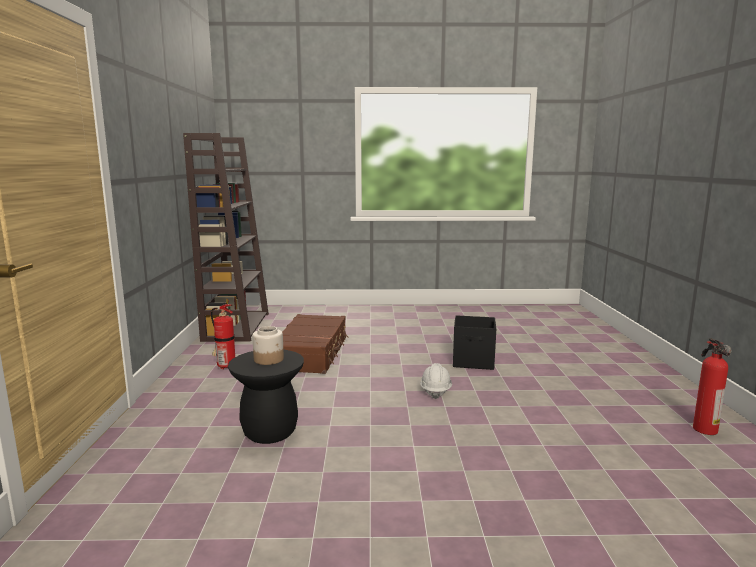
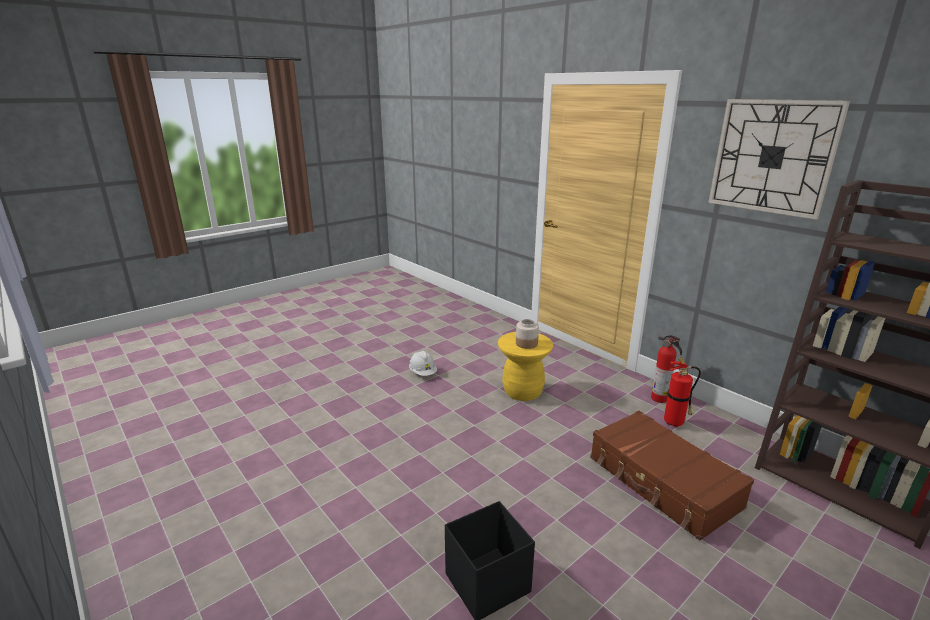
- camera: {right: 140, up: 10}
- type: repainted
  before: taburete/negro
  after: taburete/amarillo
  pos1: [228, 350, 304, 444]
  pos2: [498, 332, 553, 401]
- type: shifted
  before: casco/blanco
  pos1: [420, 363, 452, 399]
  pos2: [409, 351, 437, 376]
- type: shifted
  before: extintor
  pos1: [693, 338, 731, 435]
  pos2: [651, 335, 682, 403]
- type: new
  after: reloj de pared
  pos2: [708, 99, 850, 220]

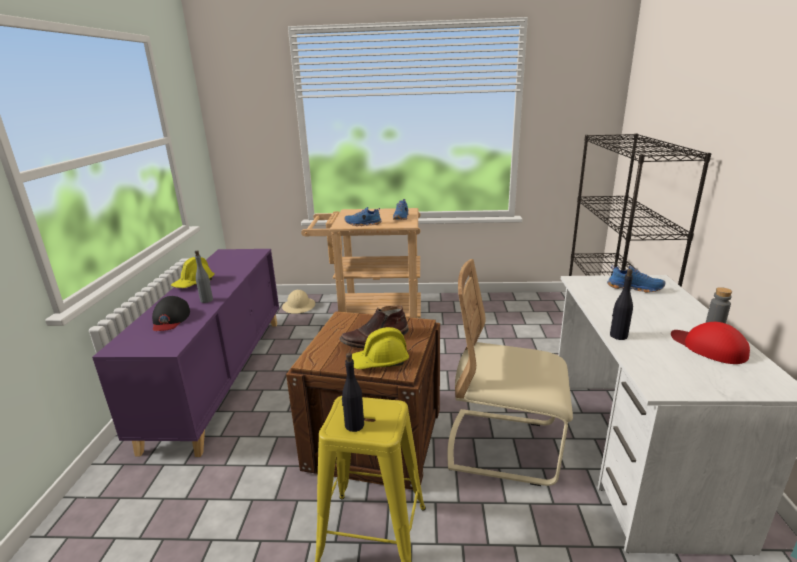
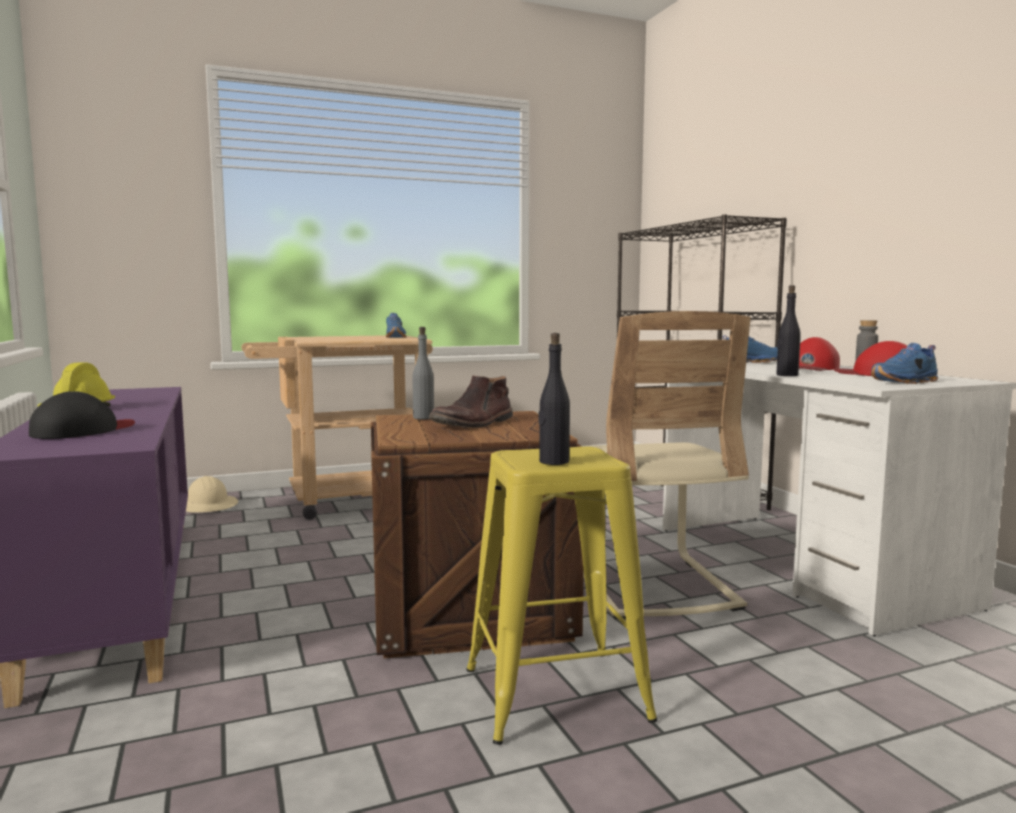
- camera: {right: -25, up: -15}
- type: rotated
  before: gorra/negro
  pos1: [152, 296, 190, 331]
  pos2: [29, 391, 135, 439]
  turn: -120
- type: shifted
  before: botella/gris
  pos1: [195, 251, 213, 303]
  pos2: [412, 327, 434, 420]
- type: shifted
  before: zapato/azul
  pos1: [344, 207, 382, 226]
  pos2: [871, 343, 938, 384]
- type: gone
  before: casco/amarillo
  pos1: [352, 327, 409, 369]
- type: rotated
  before: silla/beis
  pos1: [447, 259, 573, 486]
  pos2: [583, 311, 751, 619]
  turn: -90
- type: new
  after: gorra/rojo
  pos2: [799, 337, 840, 371]

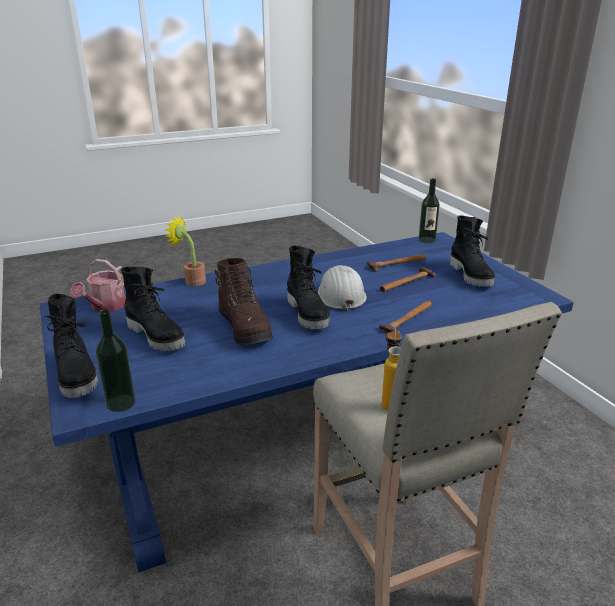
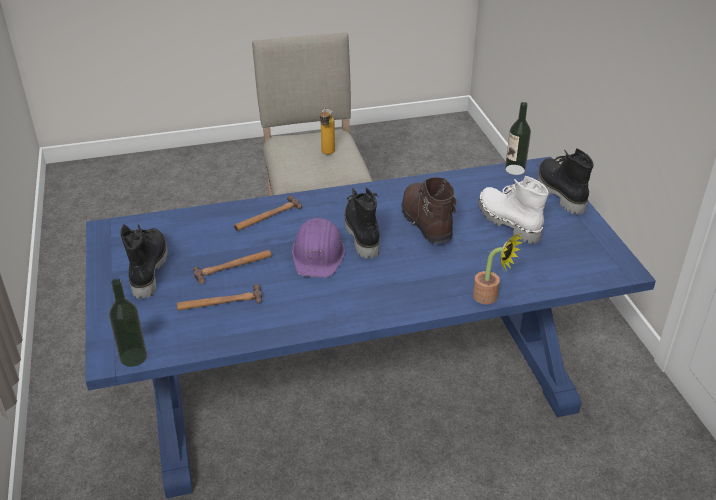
- camera: {right: -170, up: 10}
- type: gone
  before: regadera
  pos1: [70, 259, 126, 312]
- type: repainted
  before: bota/negro
  after: bota/blanco
  pos1: [121, 267, 185, 351]
  pos2: [478, 176, 549, 244]
- type: repainted
  before: casco/blanco
  after: casco/morado
  pos1: [318, 265, 367, 312]
  pos2: [292, 218, 345, 278]

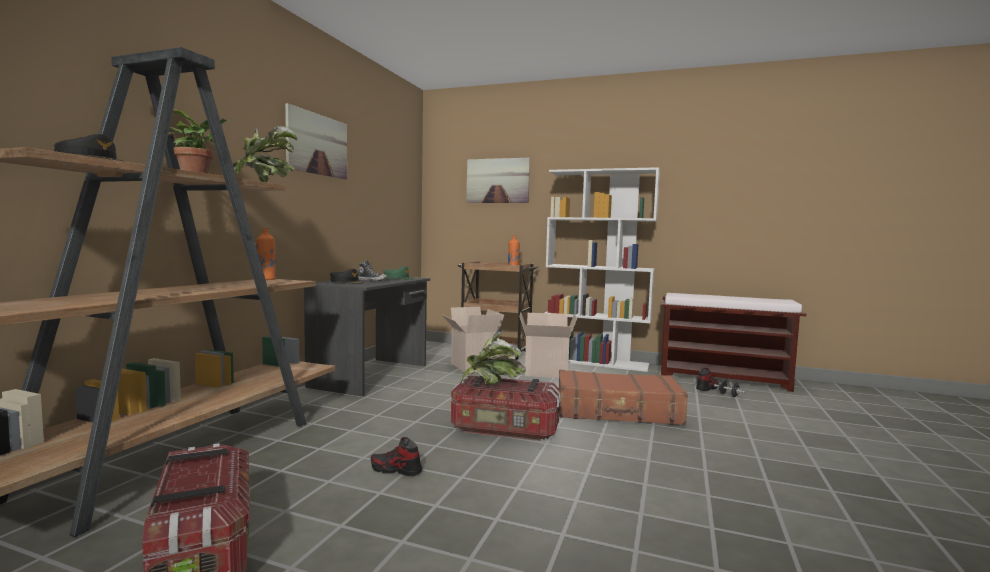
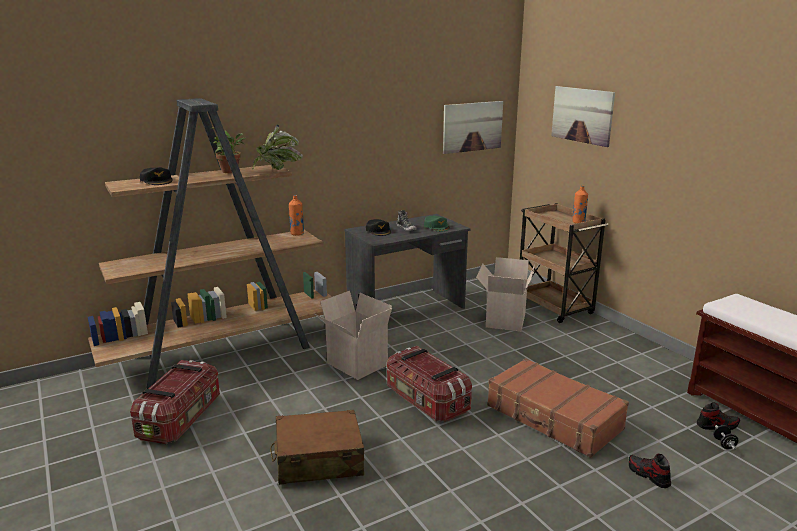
- camera: {right: 40, up: 15}
- type: shifted
  before: cuadro
  pos1: [285, 103, 347, 179]
  pos2: [443, 101, 503, 154]
- type: shifted
  before: zapato
  pos1: [371, 437, 422, 476]
  pos2: [629, 453, 671, 488]
- type: gone
  before: planta en maceta
  pos1: [460, 329, 526, 385]
- type: shifted
  before: caja de cartón
  pos1: [520, 313, 577, 378]
  pos2: [315, 291, 392, 380]
- type: gone
  before: estantería/blanco
  pos1: [545, 167, 660, 372]
- type: new
  after: maleta/marrón
  pos2: [270, 410, 364, 485]

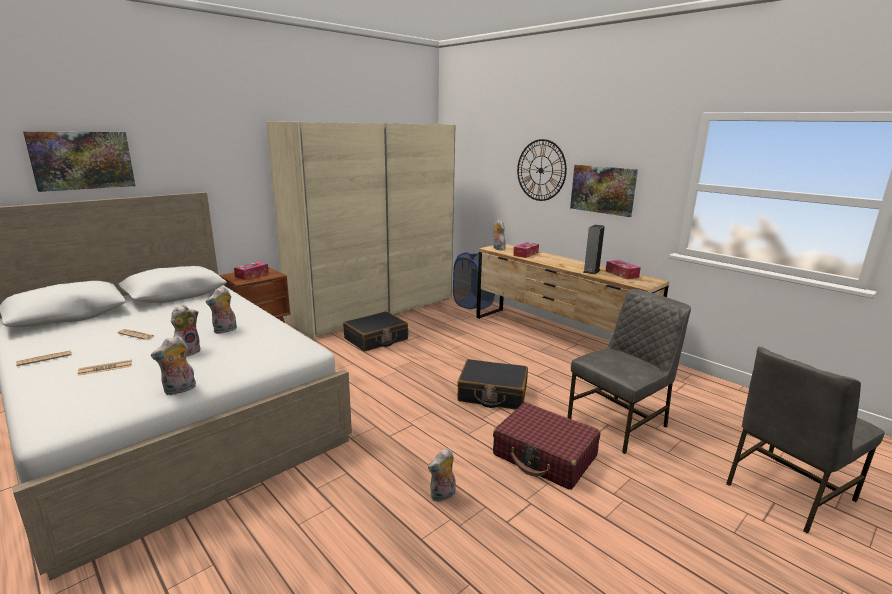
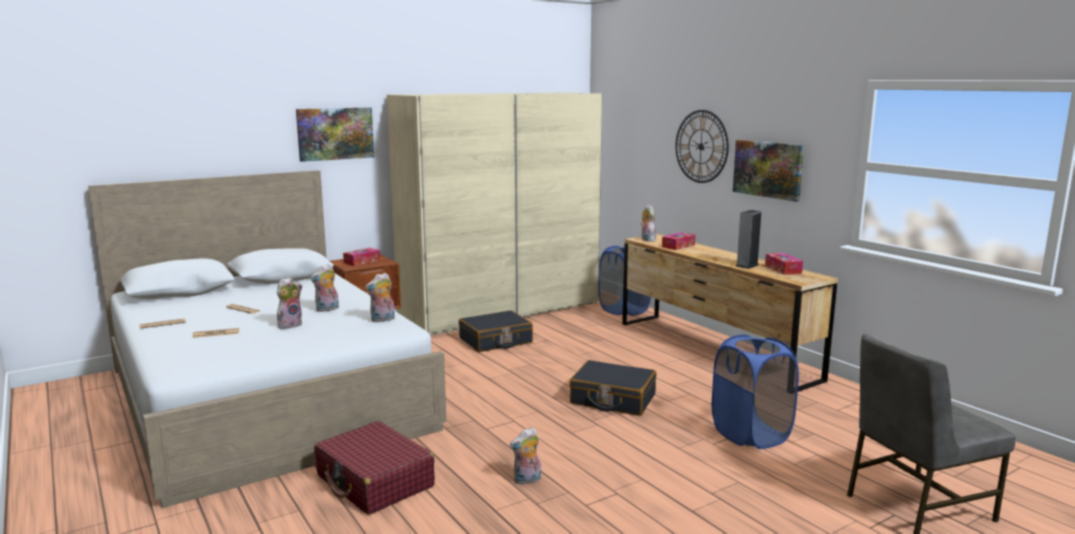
- camera: {right: 10, up: -5}
- type: shifted
  before: cuadro
  pos1: [23, 132, 136, 192]
  pos2: [296, 108, 374, 162]
- type: shifted
  before: peluche
  pos1: [151, 335, 196, 395]
  pos2: [365, 273, 395, 322]
- type: shifted
  before: maleta/rojo
  pos1: [493, 402, 600, 490]
  pos2: [314, 421, 435, 515]
- type: swapped
  before: silla/gris
  after: cesto de la ropa/azul
  pos1: [567, 289, 691, 454]
  pos2: [712, 335, 799, 449]

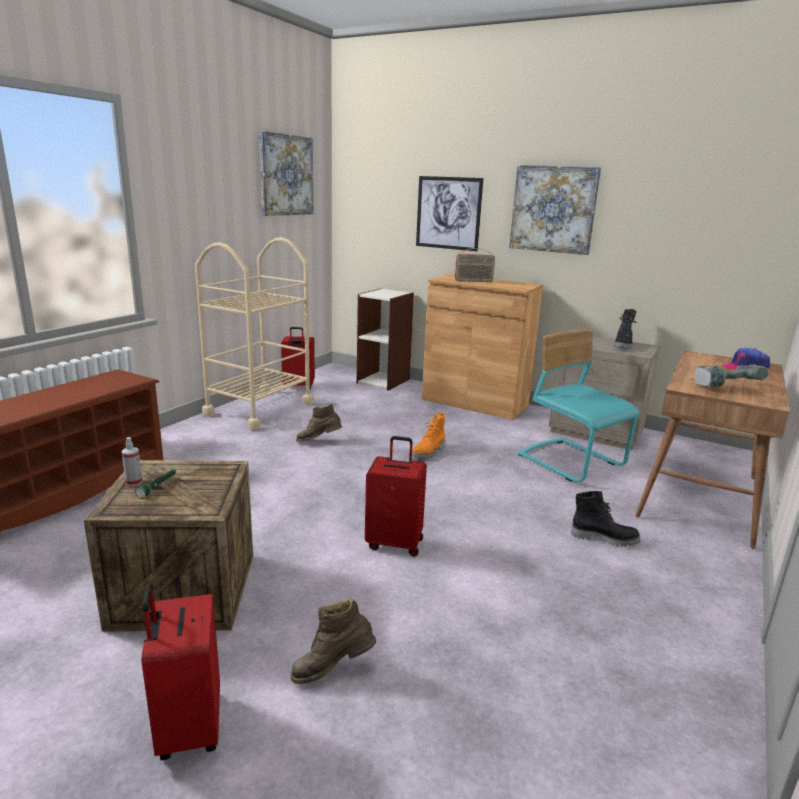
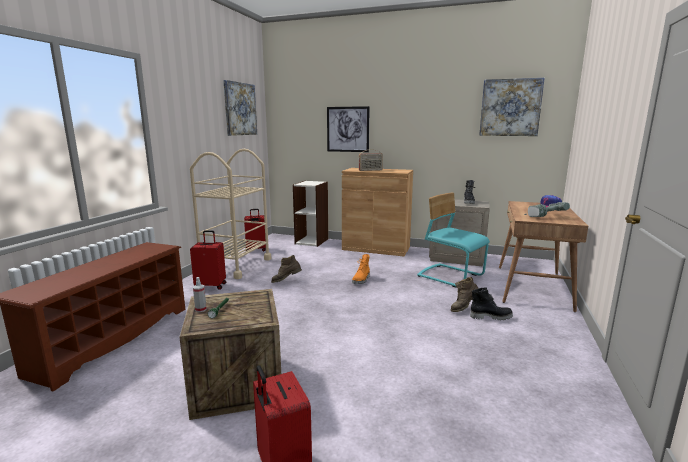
- camera: {right: -10, up: -5}
- type: shifted
  before: bota/marrón
  pos1: [290, 599, 376, 684]
  pos2: [450, 277, 478, 312]
- type: shifted
  before: maleta/rojo
  pos1: [365, 436, 427, 556]
  pos2: [190, 230, 226, 290]
- type: shifted
  before: cuadro
  pos1: [509, 165, 601, 255]
  pos2: [479, 78, 545, 136]

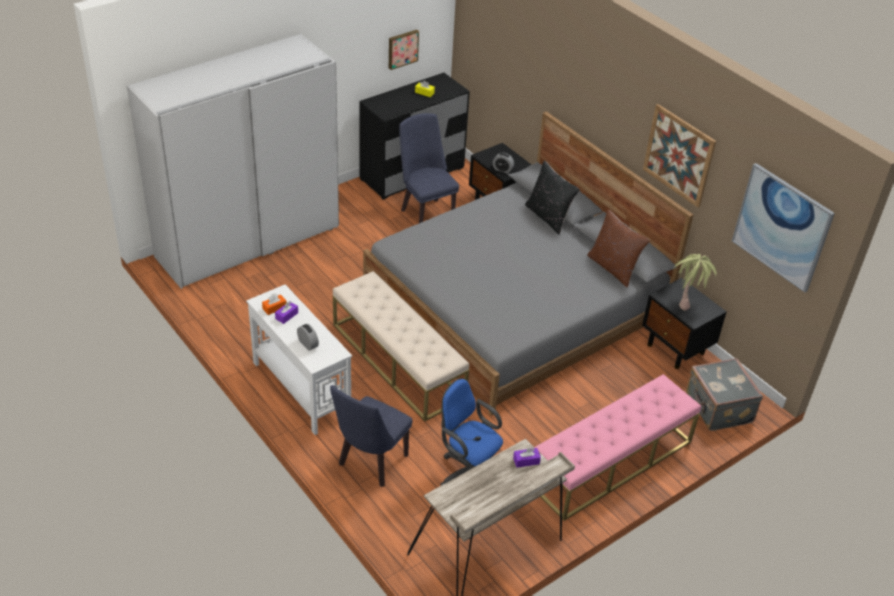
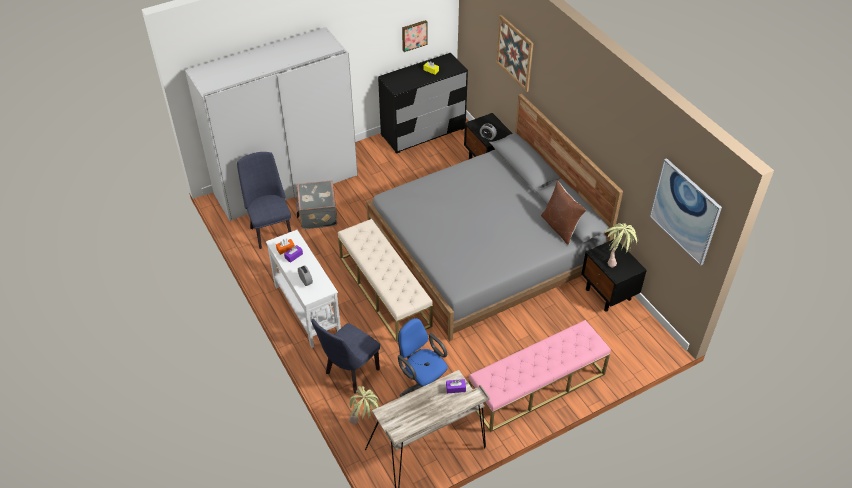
- camera: {right: 10, up: 5}
- type: shifted
  before: silla/azul
  pos1: [399, 113, 459, 223]
  pos2: [237, 152, 291, 249]
- type: gone
  before: cojín/negro
  pos1: [525, 161, 580, 235]
- type: shifted
  before: cuadro
  pos1: [643, 104, 716, 207]
  pos2: [496, 15, 533, 92]
- type: shifted
  before: maleta/gris
  pos1: [686, 358, 763, 431]
  pos2: [296, 180, 338, 229]
- type: new
  after: planta en maceta
  pos2: [349, 386, 379, 424]

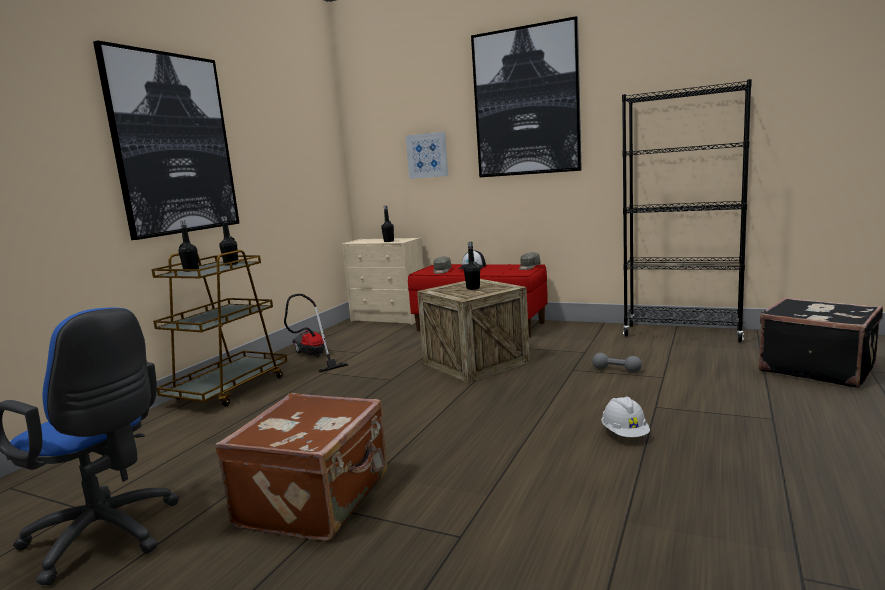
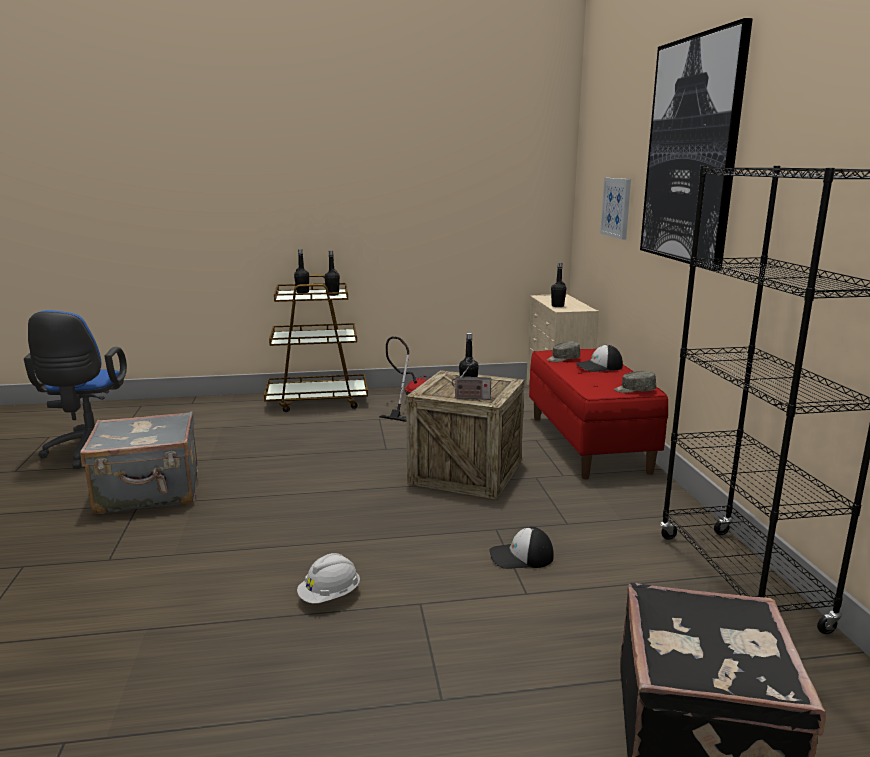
- camera: {right: 55, up: 5}
- type: gone
  before: cuadro
  pos1: [93, 40, 240, 240]
- type: repainted
  before: maleta/marrón
  after: maleta/gris
  pos1: [215, 393, 388, 541]
  pos2: [80, 411, 198, 514]
- type: swapped
  before: mancuerna/gris
  after: gorra
  pos1: [592, 353, 642, 373]
  pos2: [489, 527, 553, 569]
- type: new
  after: radio
  pos2: [452, 367, 491, 400]

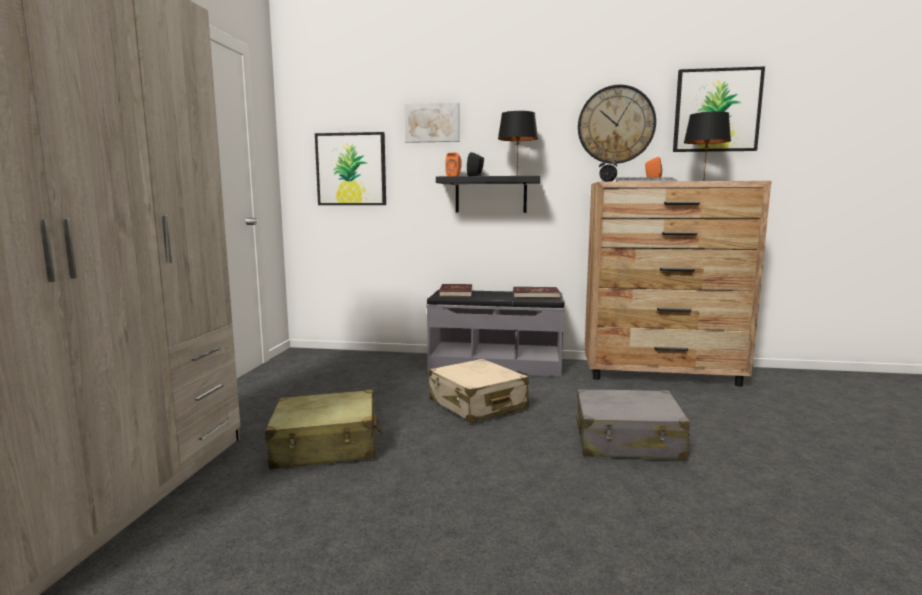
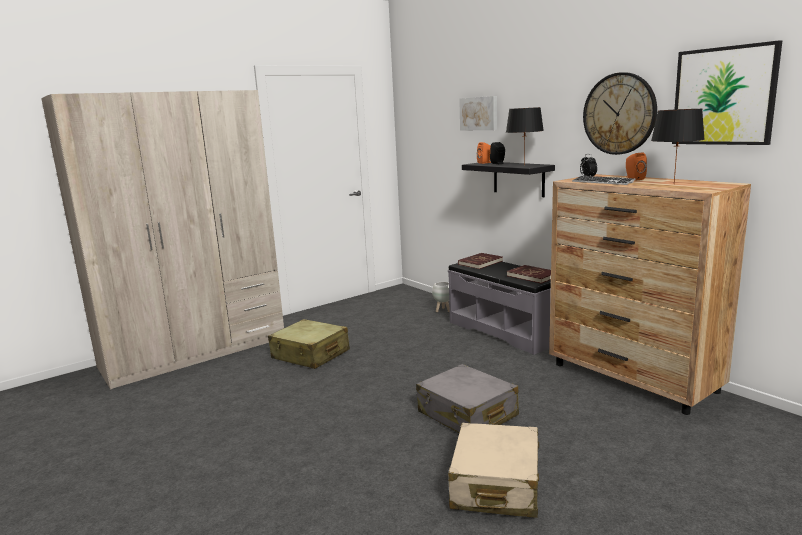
- camera: {right: 45, up: 5}
- type: gone
  before: cuadro
  pos1: [315, 132, 386, 205]
- type: shifted
  before: maleta/beis
  pos1: [429, 359, 529, 423]
  pos2: [448, 423, 539, 518]
- type: new
  after: maceta/blanco
  pos2: [432, 282, 450, 312]

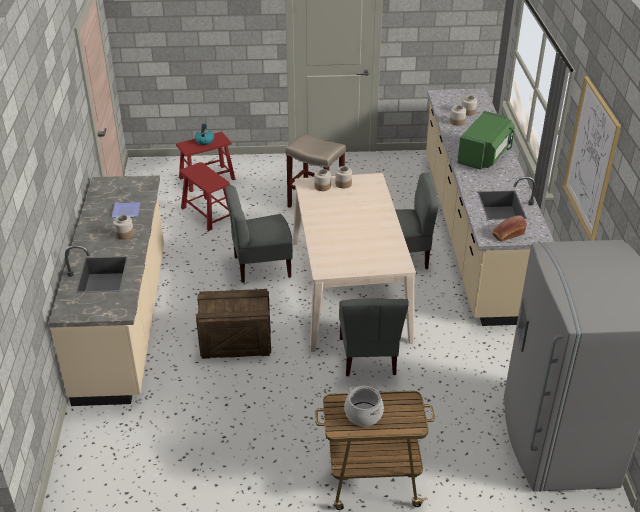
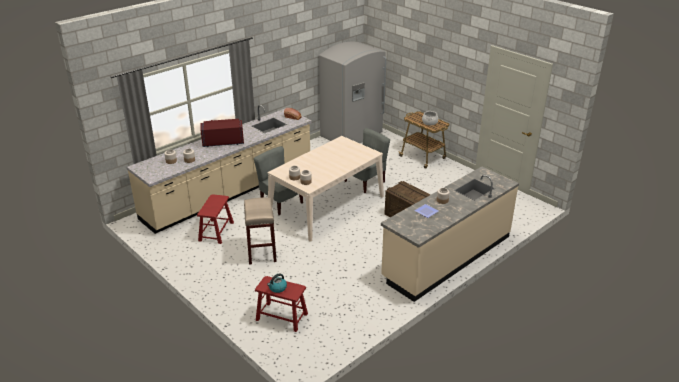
- camera: {right: -130, up: -5}
- type: shifted
  before: taburete/rojo
  pos1: [179, 162, 230, 231]
  pos2: [197, 194, 234, 244]
- type: gone
  before: silla/gris
  pos1: [226, 185, 293, 283]
- type: repainted
  before: microondas/verde
  after: microondas/rojo
  pos1: [457, 111, 515, 170]
  pos2: [200, 119, 244, 147]
- type: gone
  before: cuadro
  pos1: [562, 76, 621, 241]

